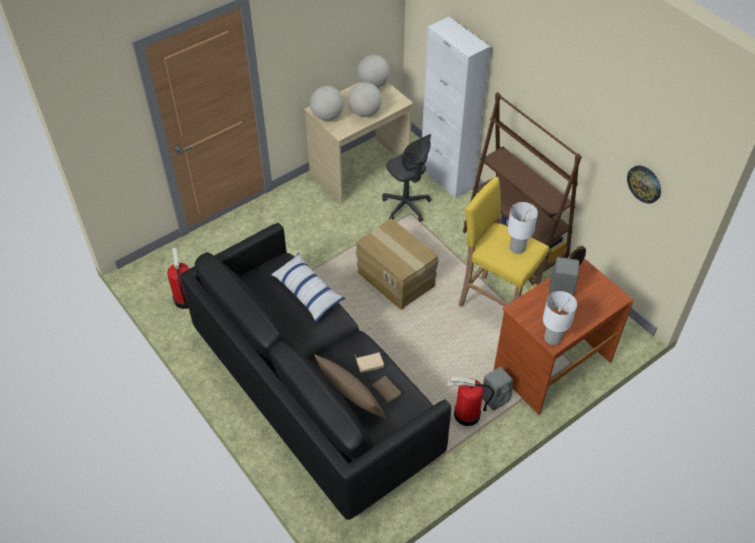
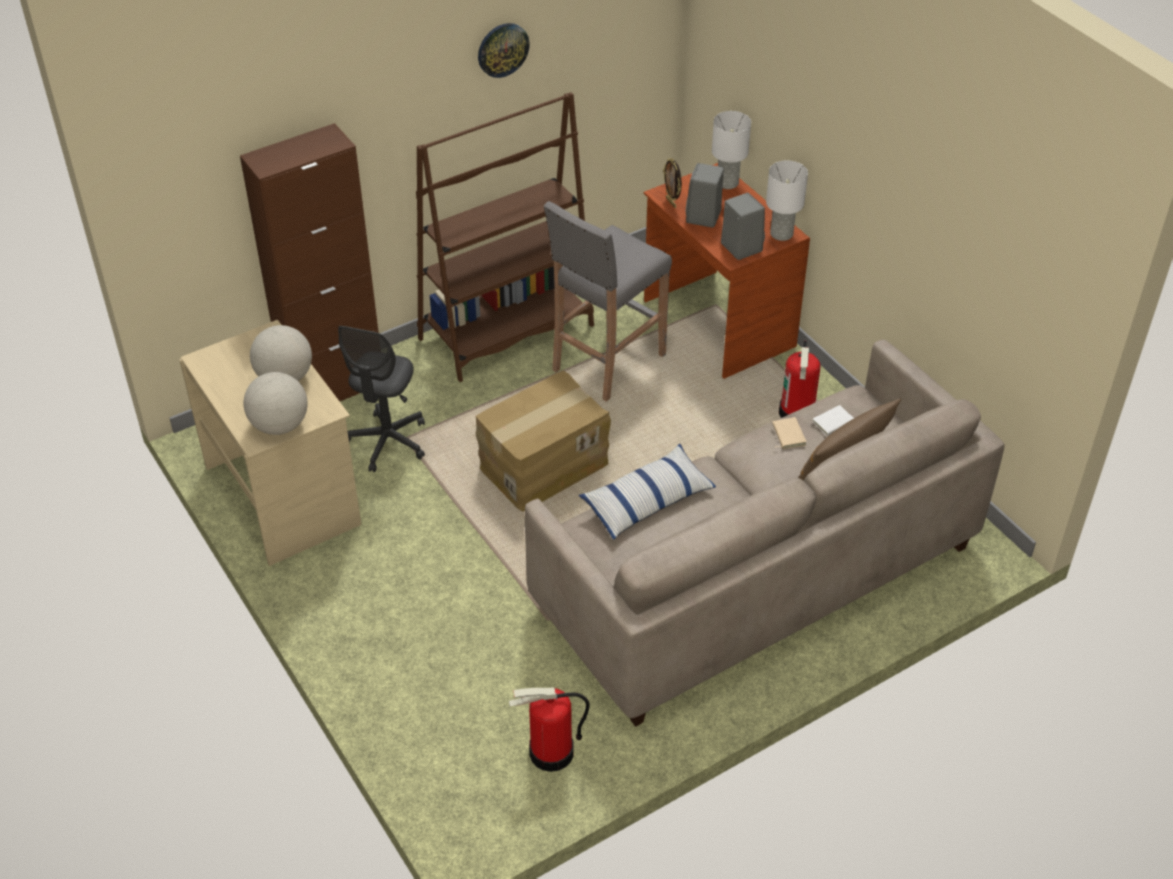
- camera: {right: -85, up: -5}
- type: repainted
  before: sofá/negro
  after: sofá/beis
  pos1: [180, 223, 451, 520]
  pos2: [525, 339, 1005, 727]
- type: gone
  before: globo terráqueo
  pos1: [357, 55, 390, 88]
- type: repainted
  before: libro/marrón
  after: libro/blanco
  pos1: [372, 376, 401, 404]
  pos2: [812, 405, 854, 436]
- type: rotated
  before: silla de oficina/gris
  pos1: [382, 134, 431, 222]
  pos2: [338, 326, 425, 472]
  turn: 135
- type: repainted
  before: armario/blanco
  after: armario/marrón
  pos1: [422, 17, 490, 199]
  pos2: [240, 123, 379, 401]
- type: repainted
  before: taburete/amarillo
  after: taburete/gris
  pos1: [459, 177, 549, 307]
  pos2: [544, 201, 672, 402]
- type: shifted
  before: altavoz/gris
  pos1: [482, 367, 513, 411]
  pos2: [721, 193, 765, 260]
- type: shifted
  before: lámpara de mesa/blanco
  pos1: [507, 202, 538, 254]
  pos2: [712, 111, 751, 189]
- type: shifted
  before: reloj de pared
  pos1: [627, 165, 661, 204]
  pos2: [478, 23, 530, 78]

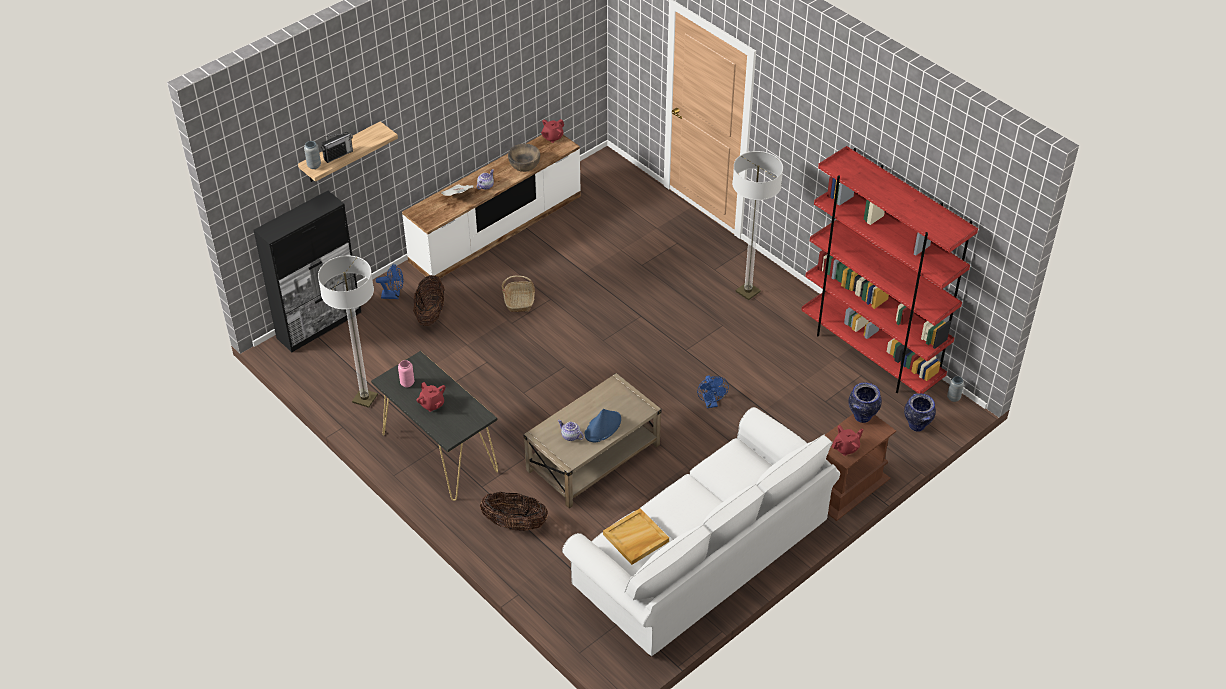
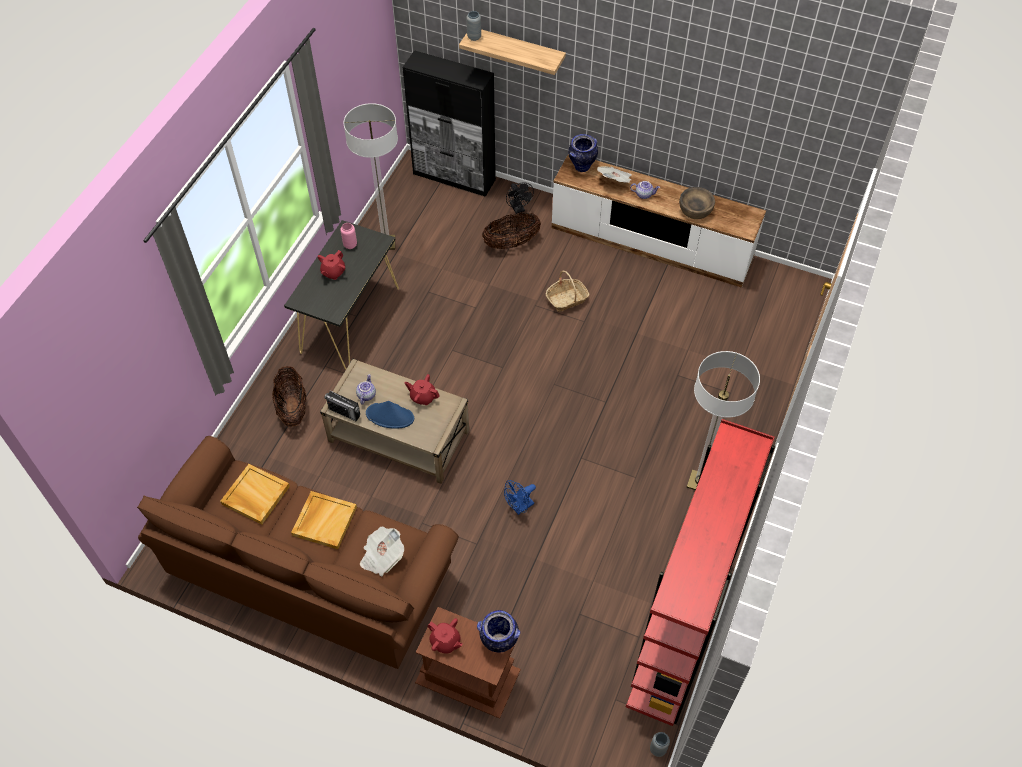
- camera: {right: 65, up: 10}
- type: shifted
  before: radio
  pos1: [320, 132, 353, 163]
  pos2: [324, 390, 360, 421]
- type: repainted
  before: ventilador/azul
  after: ventilador/negro
  pos1: [376, 264, 403, 299]
  pos2: [506, 182, 534, 214]
- type: shifted
  before: tetera/rojo
  pos1: [541, 119, 564, 143]
  pos2: [405, 374, 440, 405]
- type: repainted
  before: sofá/blanco
  after: sofá/marrón
  pos1: [562, 407, 840, 656]
  pos2: [137, 436, 459, 669]
- type: shifted
  before: florero
  pos1: [904, 394, 936, 432]
  pos2: [568, 134, 598, 172]
- type: new
  after: bandeja/beis
  pos2: [291, 491, 357, 549]
- type: new
  after: periódico
  pos2: [360, 526, 404, 576]

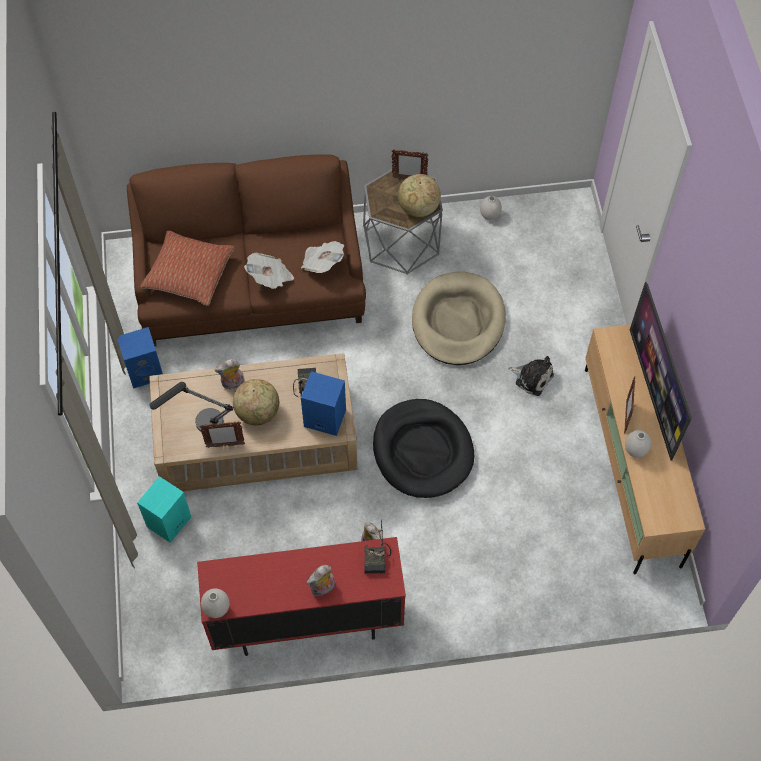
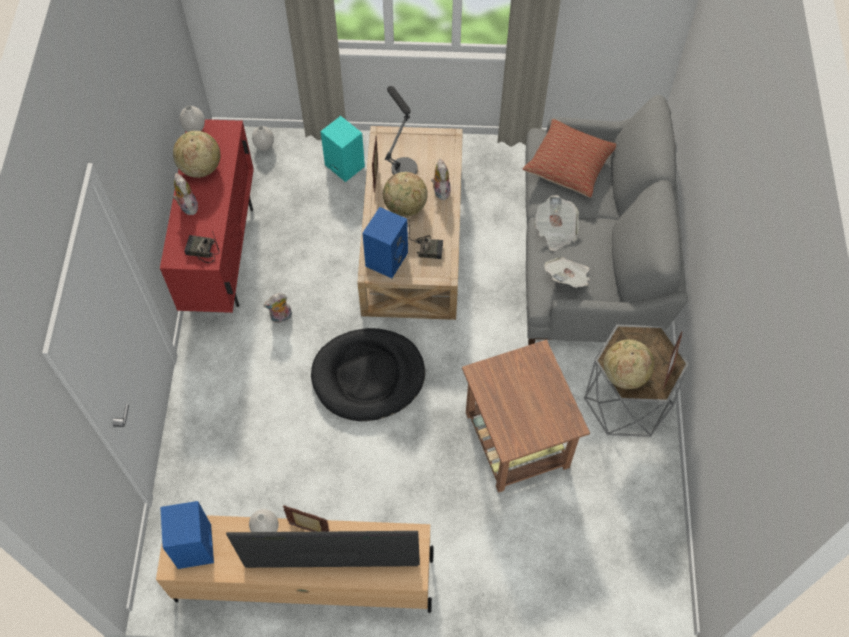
- camera: {right: 100, up: 0}
- type: shifted
  before: altavoz/azul
  pos1: [117, 327, 163, 389]
  pos2: [160, 501, 214, 569]
- type: repainted
  before: sofá/marrón
  after: sofá/gris
  pos1: [127, 155, 366, 346]
  pos2: [526, 95, 688, 345]
- type: swapped
  before: cama para perro/beis
  after: mesa auxiliar/marrón
  pos1: [412, 272, 506, 365]
  pos2: [462, 340, 590, 493]
- type: shifted
  before: florero/blanco
  pos1: [480, 196, 502, 220]
  pos2: [252, 126, 274, 151]
- type: gone
  before: peluche
  pos1: [508, 356, 554, 396]
- type: new
  after: globo terráqueo
  pos2: [173, 131, 220, 178]

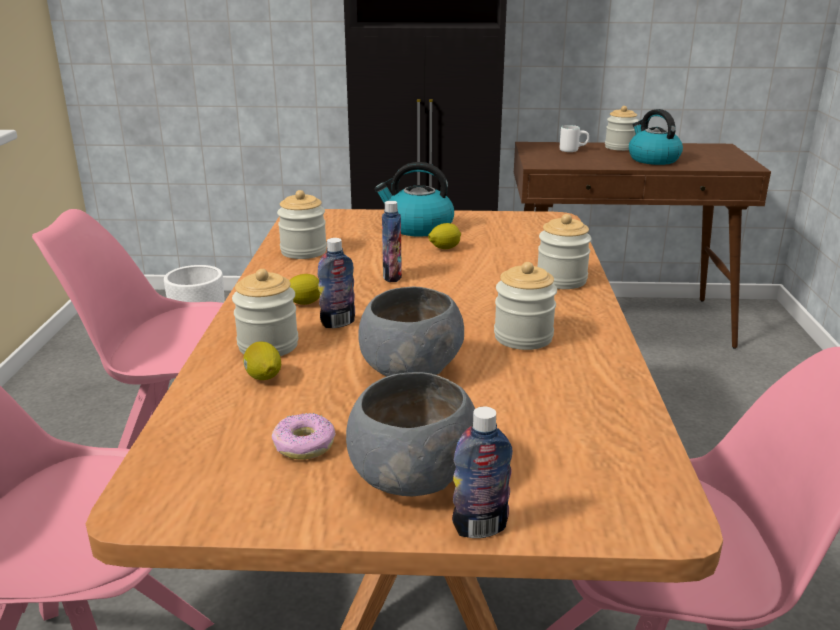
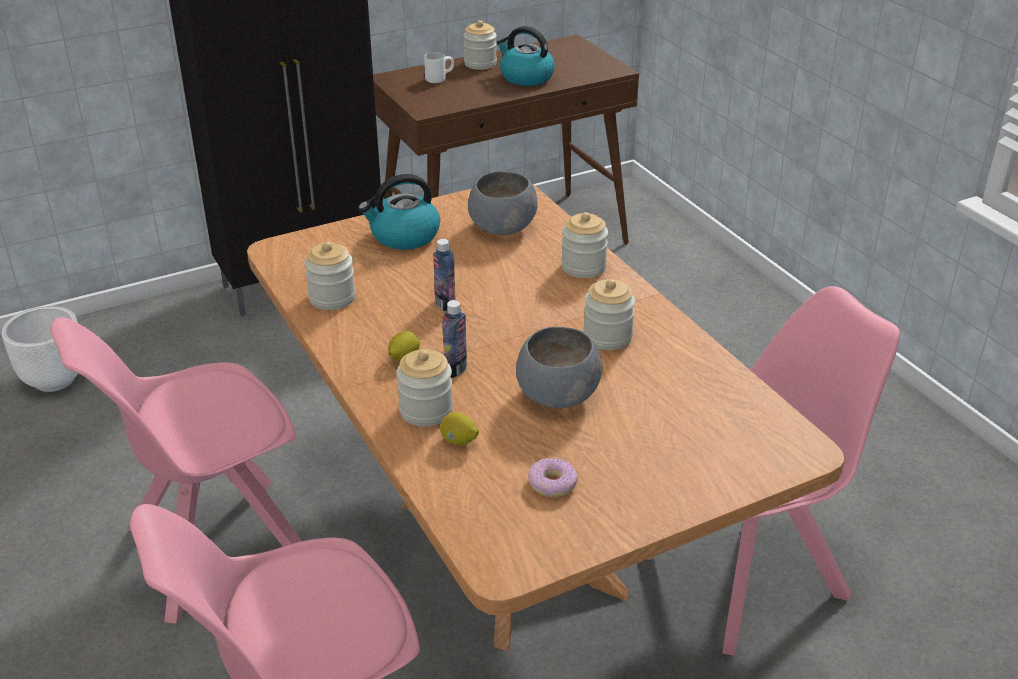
- camera: {right: -30, up: 10}
- type: shifted
  before: cuenco/gris
  pos1: [346, 372, 475, 496]
  pos2: [468, 171, 538, 235]
- type: gone
  before: limón
  pos1: [428, 223, 461, 249]
- type: gone
  before: botella
  pos1: [452, 407, 513, 538]

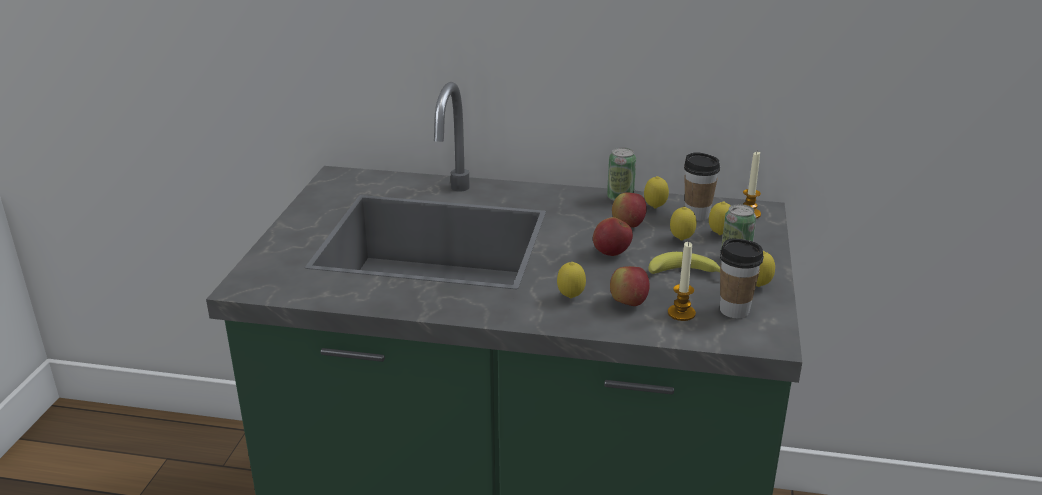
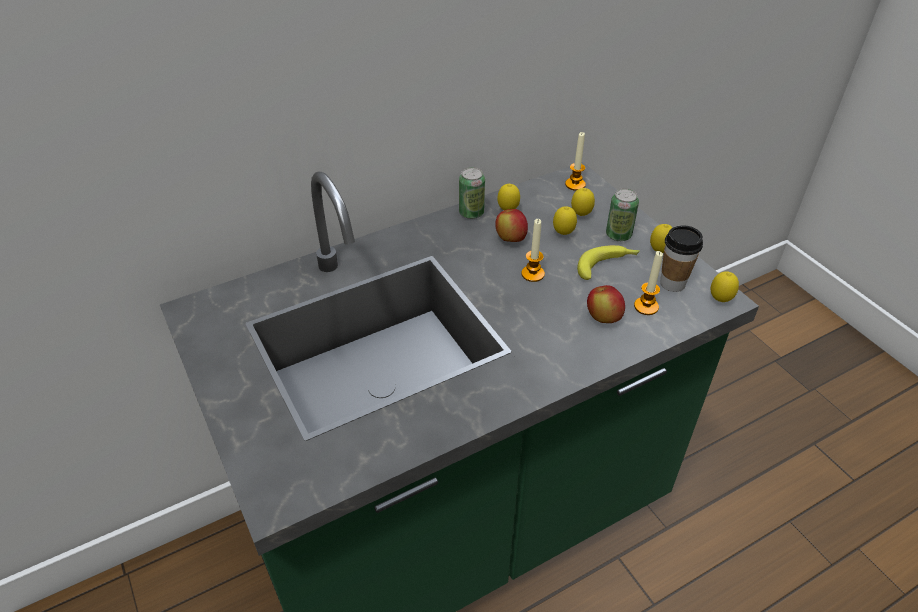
- camera: {right: -40, up: 15}
- type: shifted
  before: limón
  pos1: [557, 262, 586, 298]
  pos2: [711, 271, 739, 302]
- type: swapped
  before: manzana
  after: vela
  pos1: [593, 217, 633, 256]
  pos2: [521, 219, 545, 282]
- type: gone
  before: taza
  pos1: [684, 152, 720, 221]

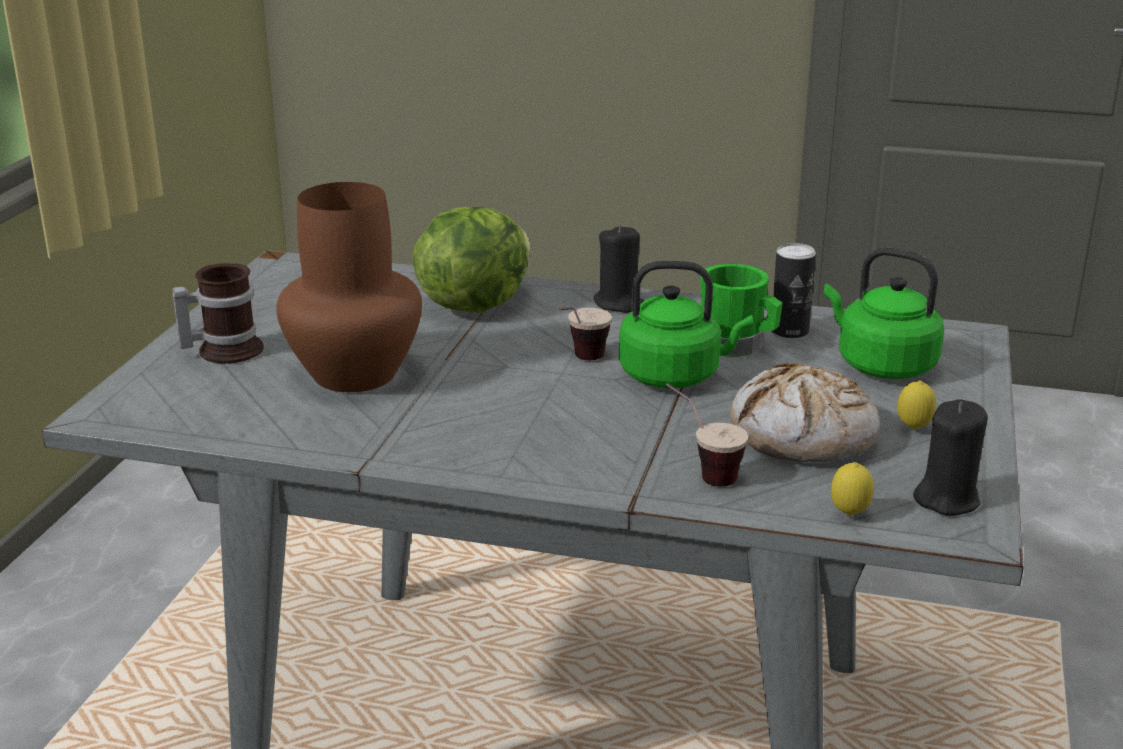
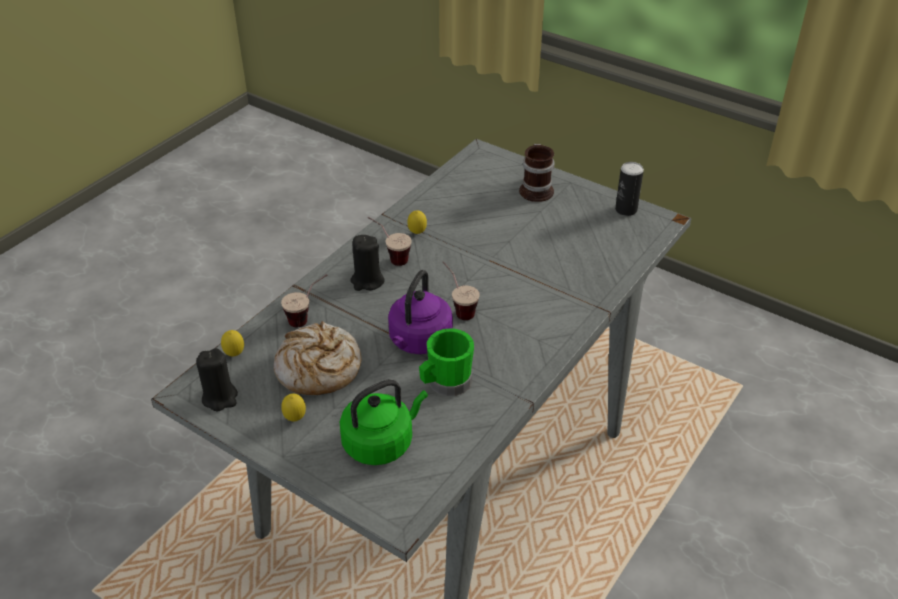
- camera: {right: 110, up: 15}
- type: gone
  before: florero/marrón
  pos1: [276, 182, 422, 392]
- type: gone
  before: lechuga
  pos1: [412, 206, 530, 312]
- type: shifted
  before: vela/negro
  pos1: [594, 224, 644, 313]
  pos2: [350, 235, 385, 291]
- type: repainted
  before: hervidor/verde
  after: hervidor/morado
  pos1: [619, 261, 753, 388]
  pos2: [388, 270, 453, 354]
- type: shifted
  before: lata
  pos1: [772, 243, 816, 338]
  pos2: [615, 162, 644, 216]
- type: new
  after: taza
  pos2: [368, 217, 412, 266]
- type: new
  after: limón
  pos2: [407, 211, 427, 234]

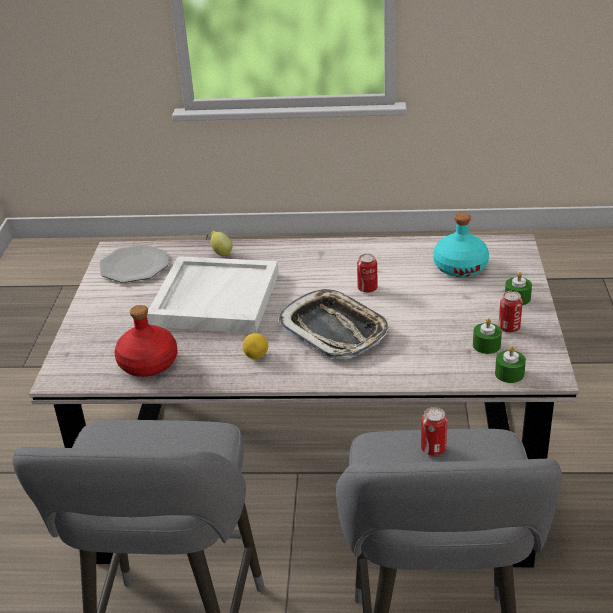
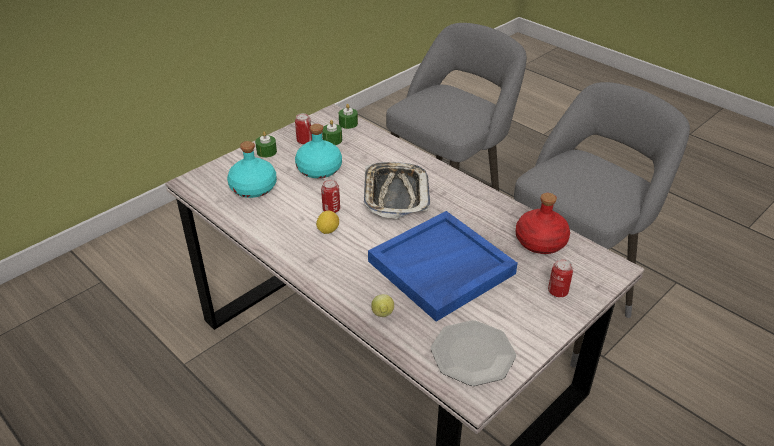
- camera: {right: -140, up: 5}
- type: repainted
  before: bandeja/blanco
  after: bandeja/azul
  pos1: [147, 256, 279, 333]
  pos2: [368, 211, 518, 322]
- type: shifted
  before: limón
  pos1: [243, 333, 268, 359]
  pos2: [316, 211, 339, 234]
- type: shifted
  before: lata
  pos1: [421, 407, 447, 456]
  pos2: [548, 259, 573, 297]
- type: new
  after: botella/turquesa
  pos2: [295, 124, 342, 178]

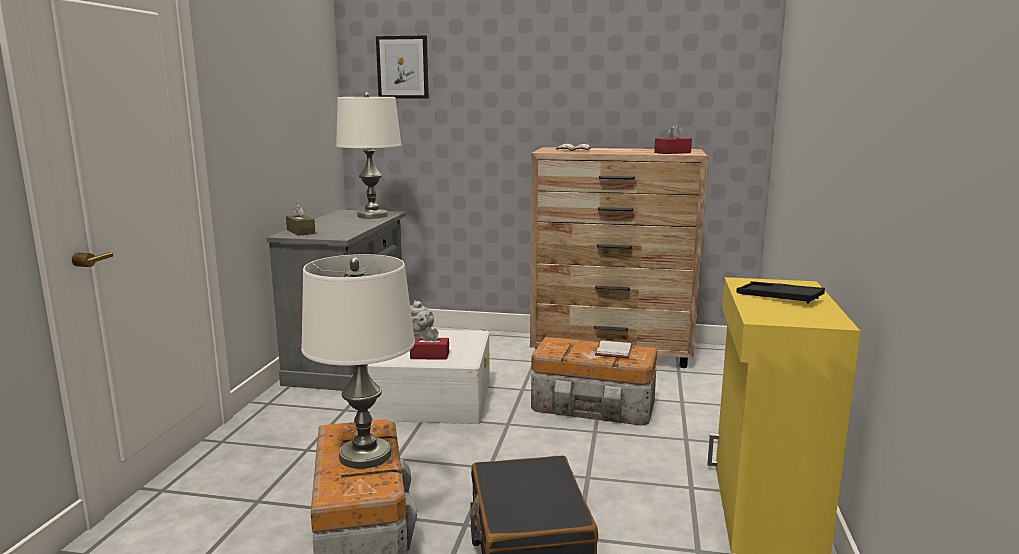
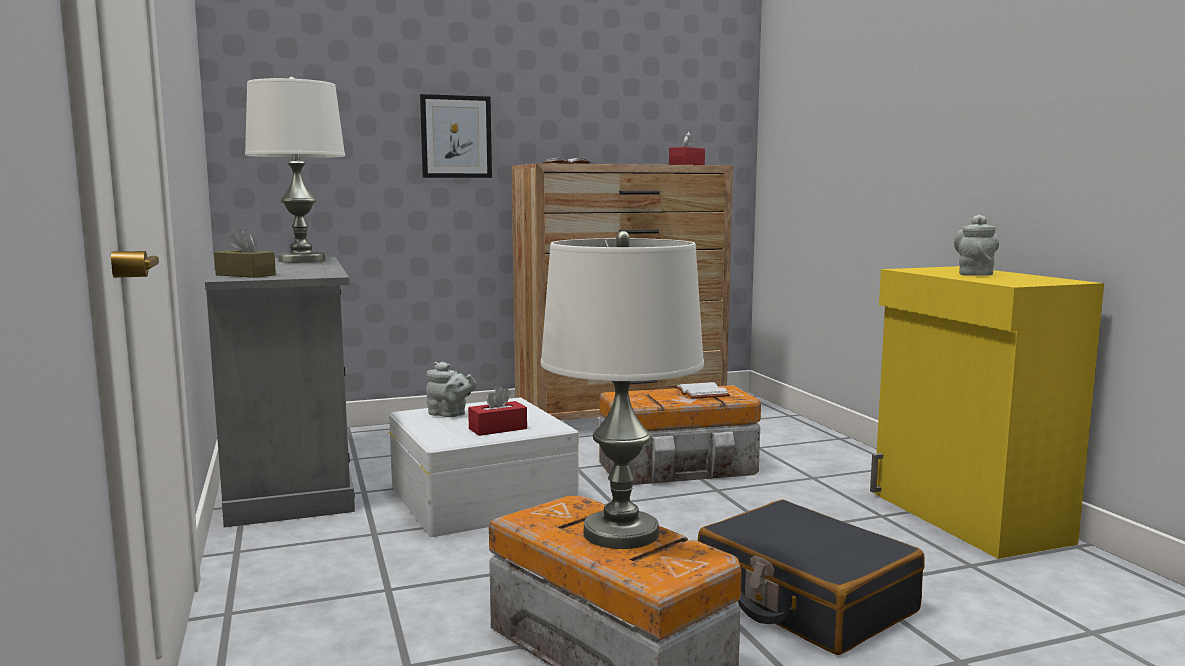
- camera: {right: -30, up: -5}
- type: shifted
  before: cuadro
  pos1: [376, 35, 429, 99]
  pos2: [420, 94, 492, 178]
- type: swapped
  before: bandeja/negro
  after: tetera/gris
  pos1: [737, 281, 825, 304]
  pos2: [954, 215, 999, 276]

